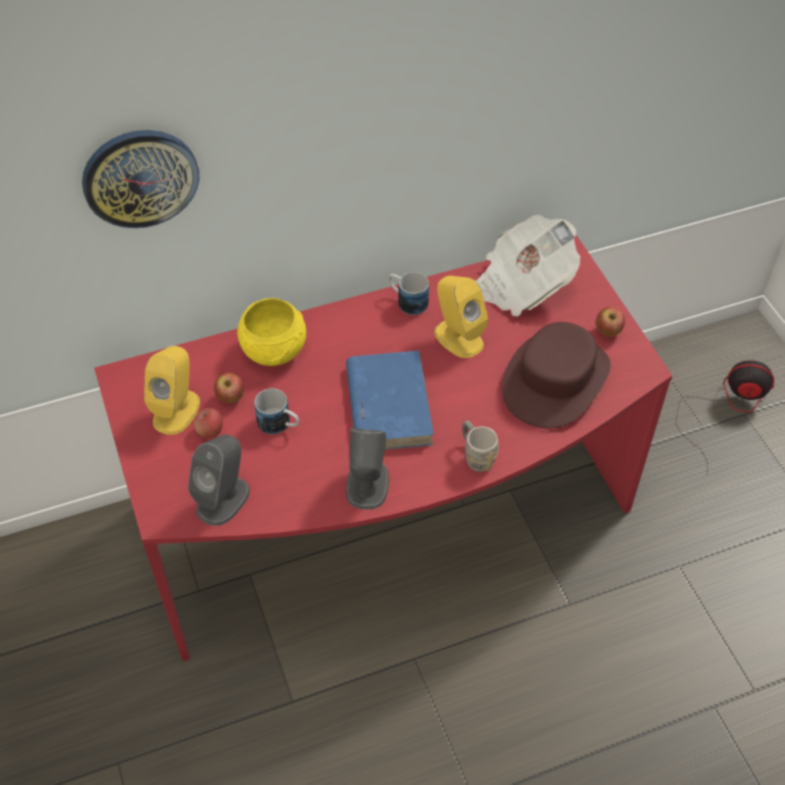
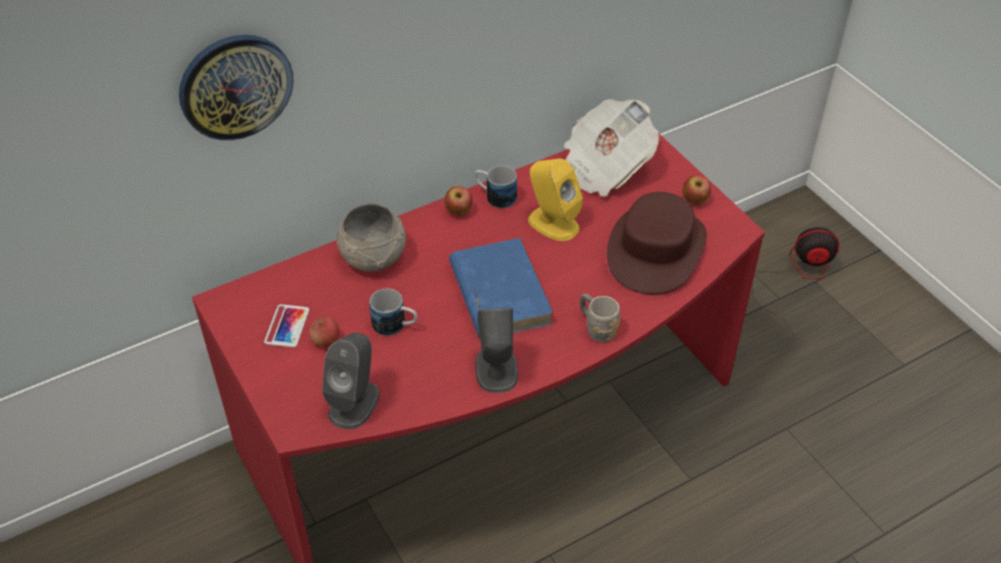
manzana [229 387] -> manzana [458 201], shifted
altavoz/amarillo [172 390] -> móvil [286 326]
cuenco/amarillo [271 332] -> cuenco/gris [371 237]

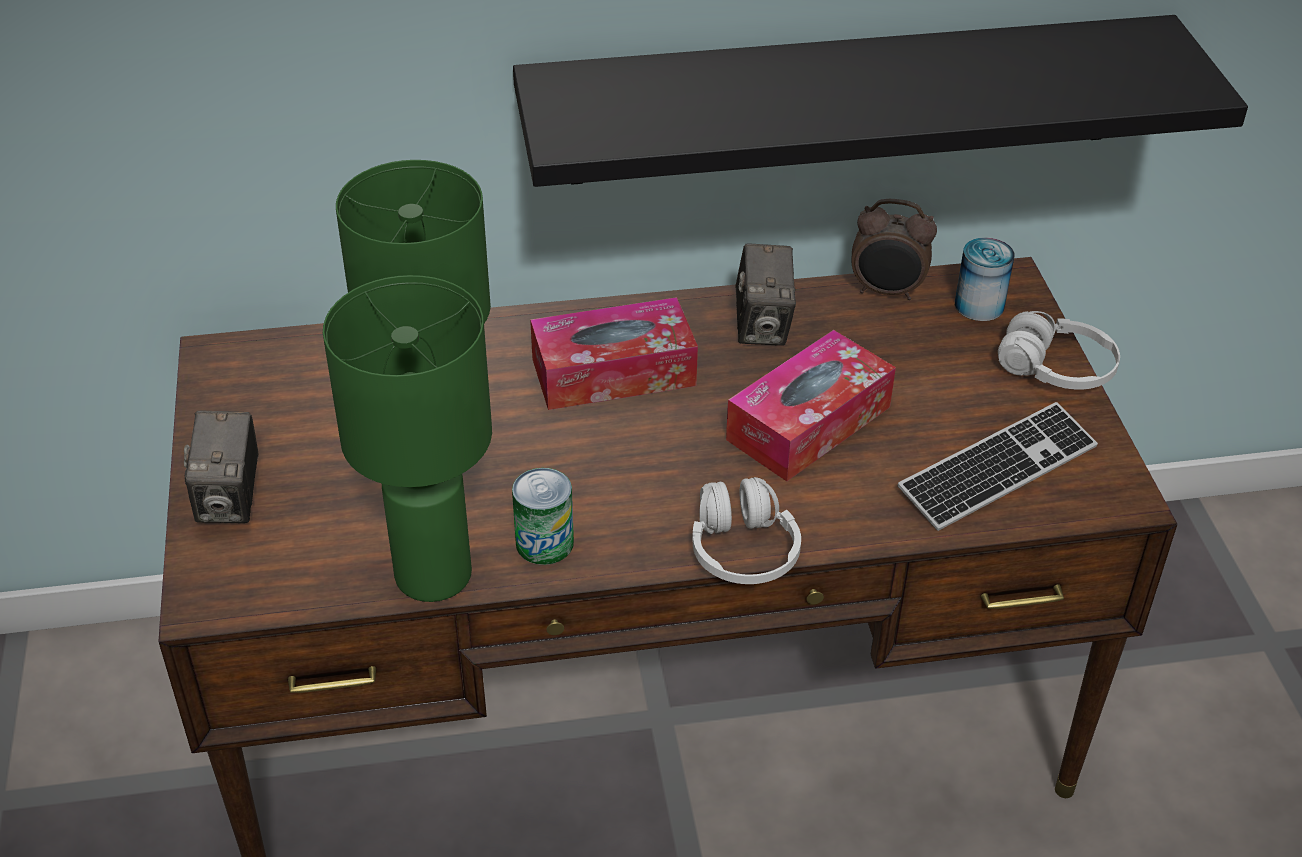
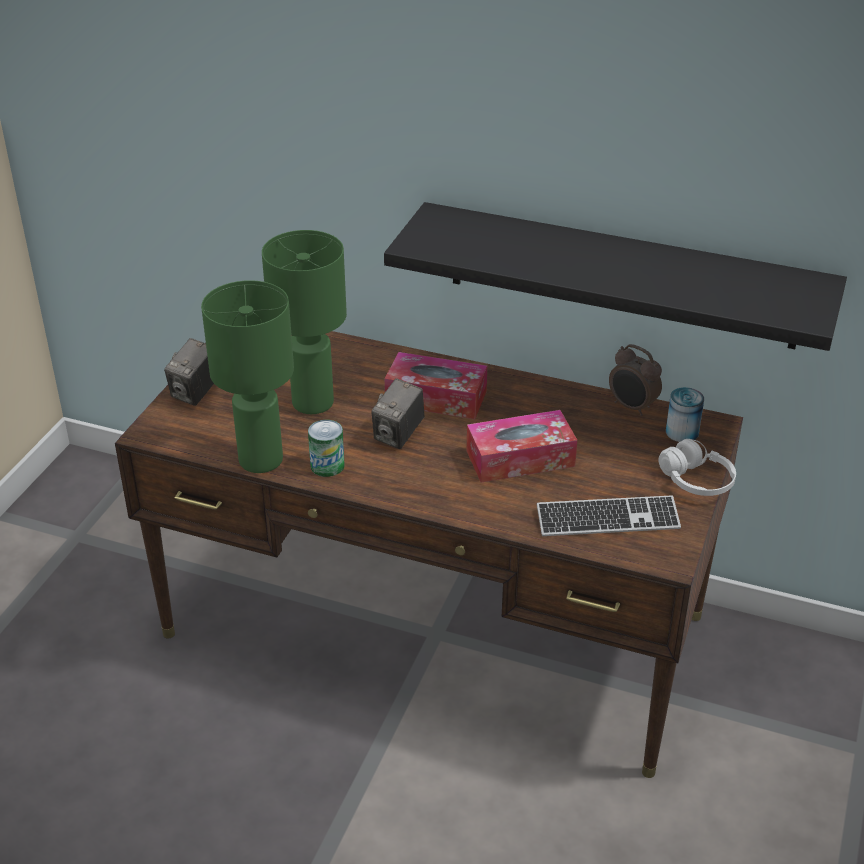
auriculares/blanco [746 530] -> none
cámara [765 295] -> cámara [398 413], shifted

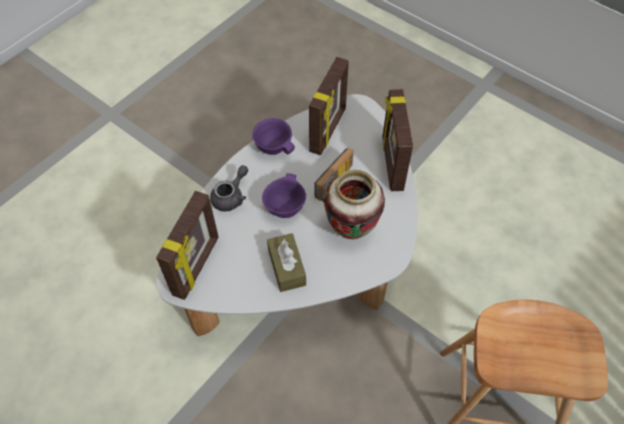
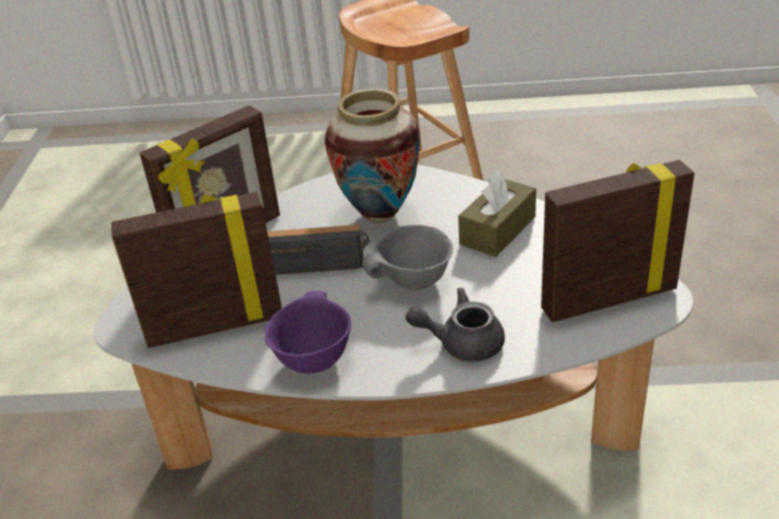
cuenco/morado [284 195] -> cuenco/gris [407 257]

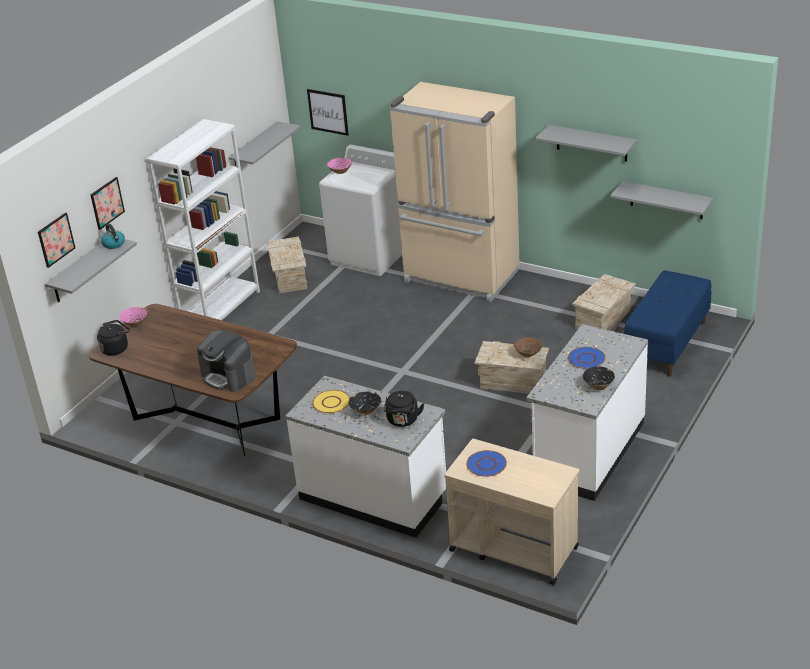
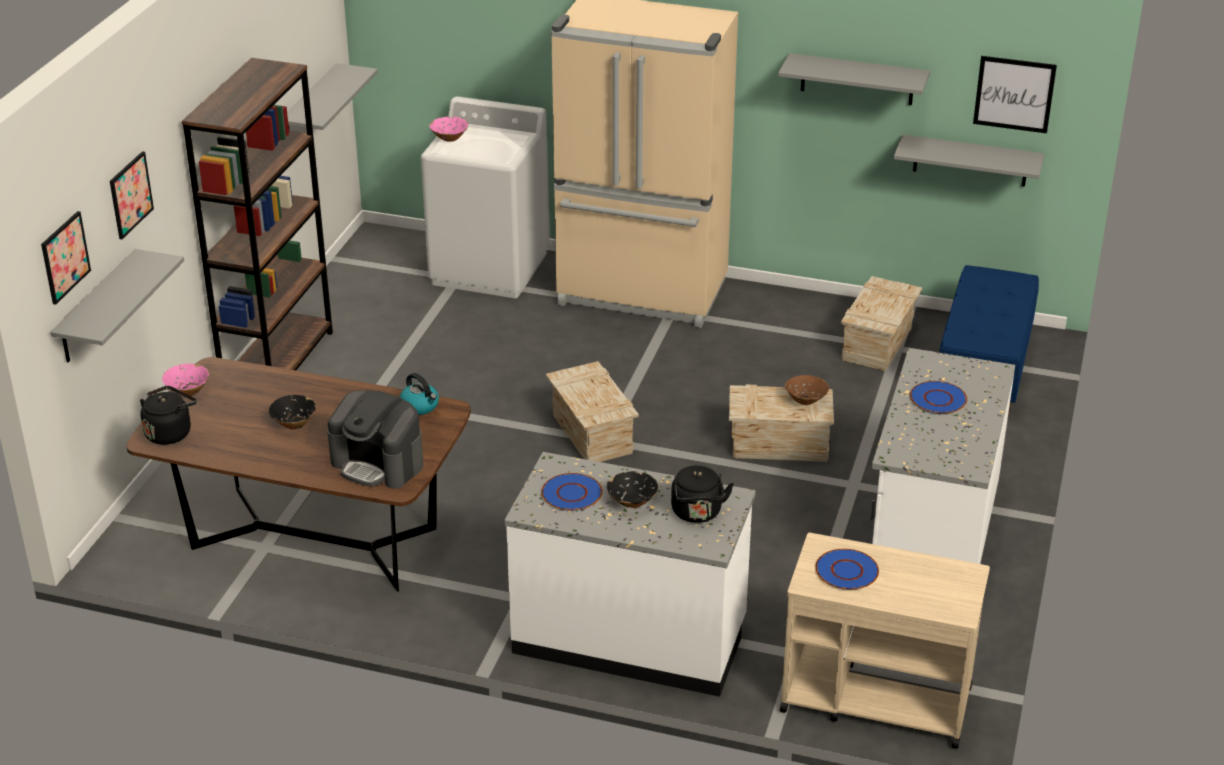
hervidor [113 236] -> hervidor [419 394], shifted
caja de embalaje [287 265] -> caja de embalaje [592 411], shifted
cuadro [328 112] -> cuadro [1015 94], shifted
cuenco/negro [599 378] -> cuenco/negro [292 412], shifted
estantería/blanco [203 219] -> estantería/marrón [257 214]
plato/amarillo [331 401] -> plato/azul [572 492]

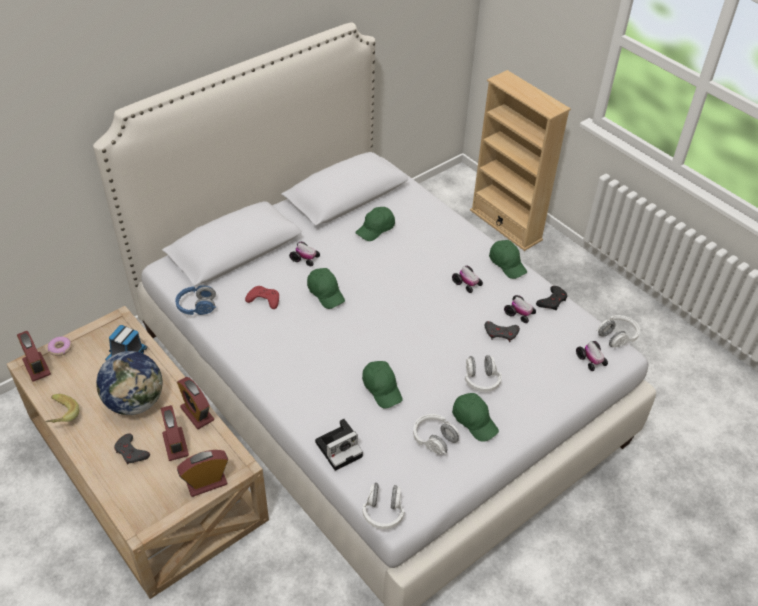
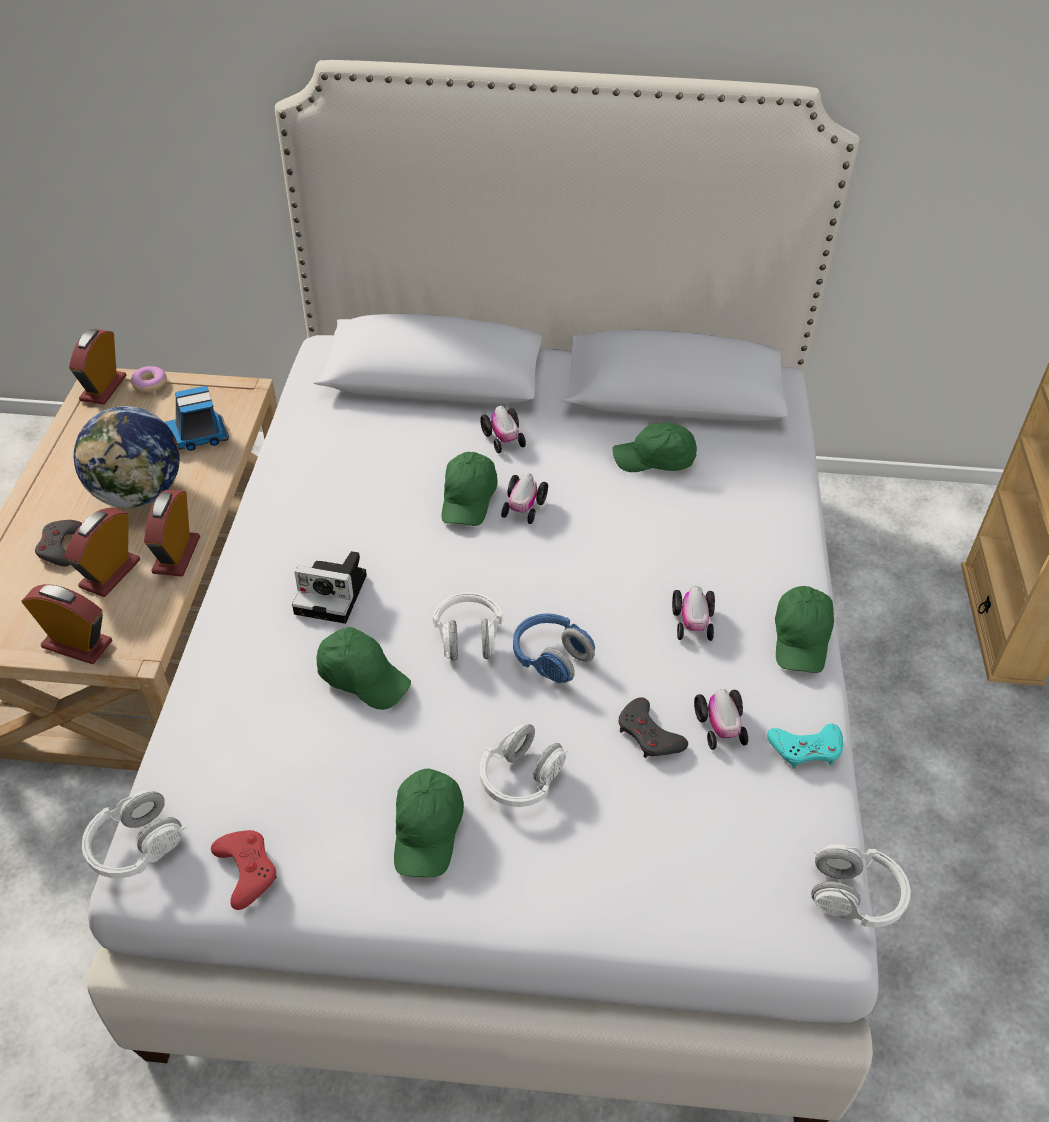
plátano [62 408] -> none
auriculares/azul [195 300] -> auriculares/azul [554 648], shifted
mando de consola/rojo [262 297] -> mando de consola/rojo [244 870], shifted
cámara [339 445] -> cámara [329 587], shifted
auriculares/blanco [436 434] -> auriculares/blanco [467 626], shifted
coche de juguete [592 356] -> coche de juguete [524 498], shifted
mando de consola/negro [551 298] -> mando de consola/turquesa [805 746]
gorra/verde [382 384] -> gorra/verde [363 668], 75 degrees counterclockwise

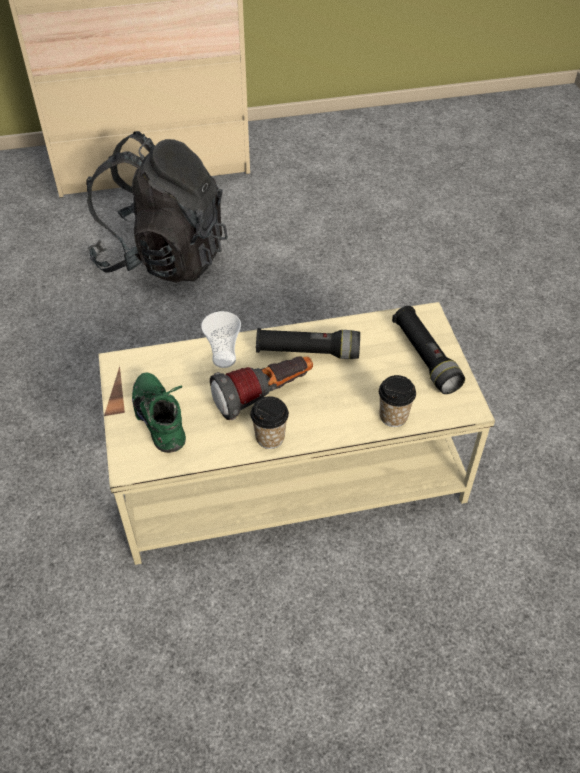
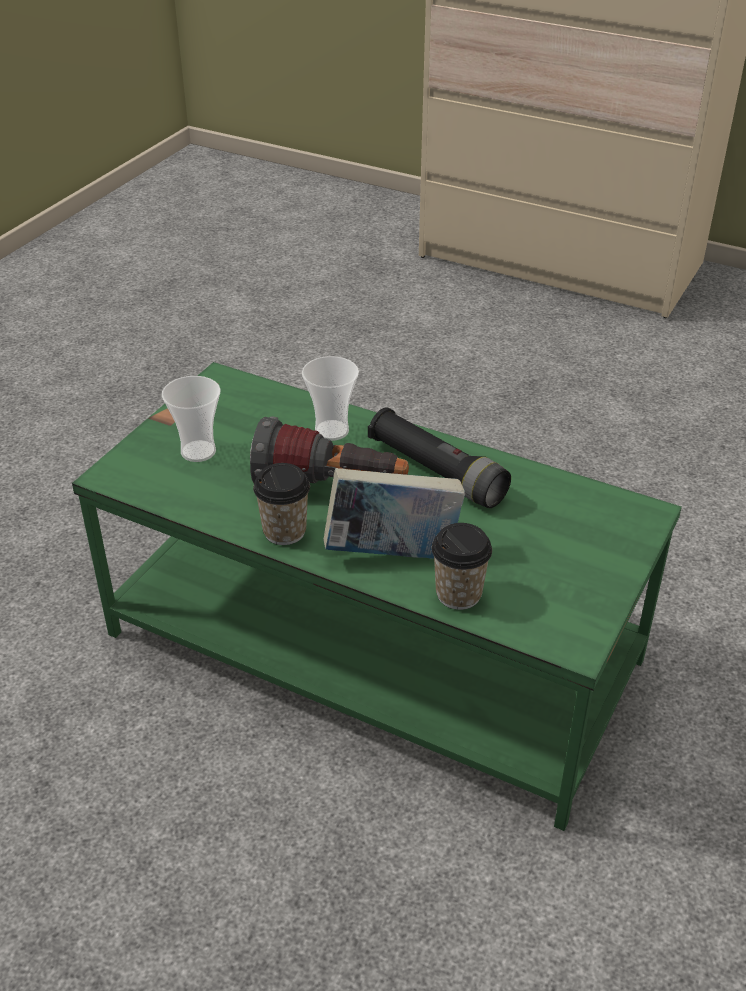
mochila/negro [157 207] -> none
linterna/negro [428 350] -> none
none -> libro [394 513]
zapato/verde [159 413] -> taza [191 419]
mesa de centro/beis [296 433] -> mesa de centro/verde [377 596]

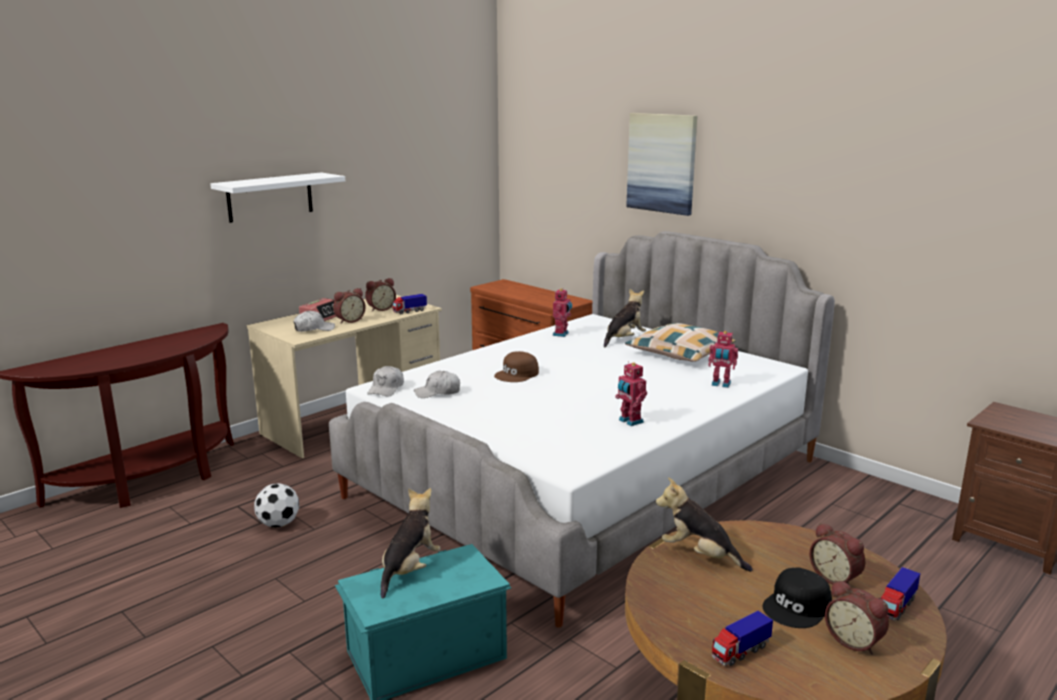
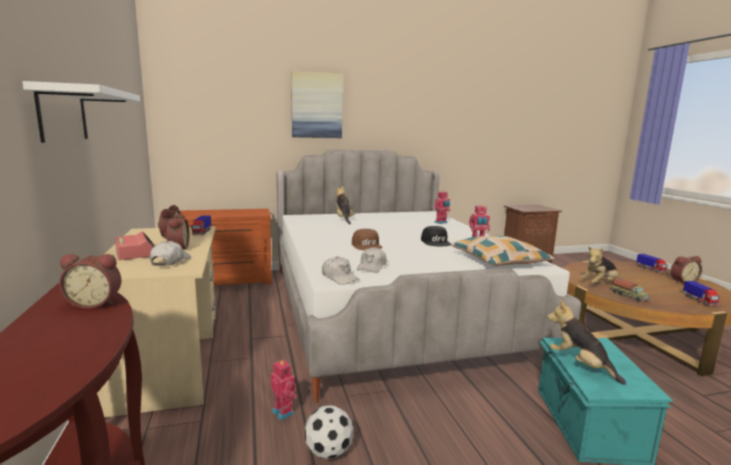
none -> camión de juguete [630 290]
robot de juguete [562 313] -> robot de juguete [284 389], shifted
cojín [680 342] -> cojín [502 250], shifted
gorra/negro [797 598] -> gorra/negro [436 236], shifted
despertador [837 553] -> despertador [90 281], shifted

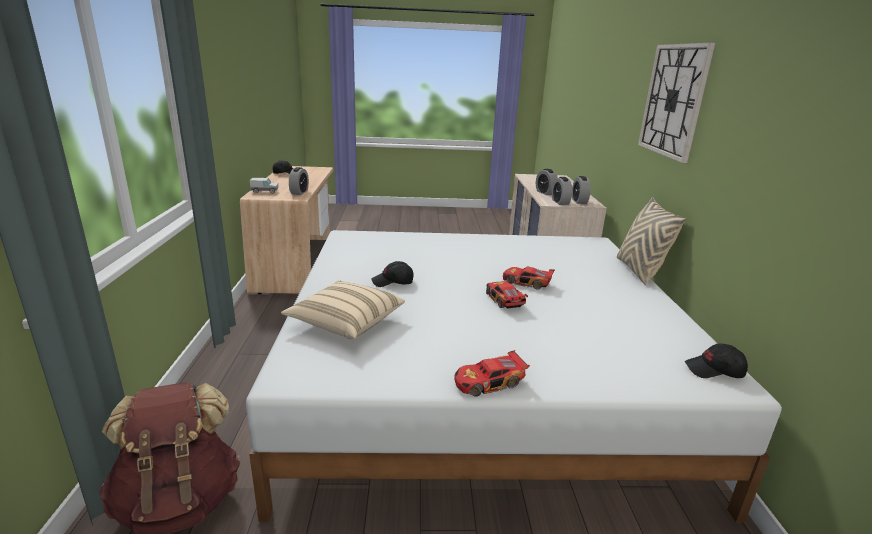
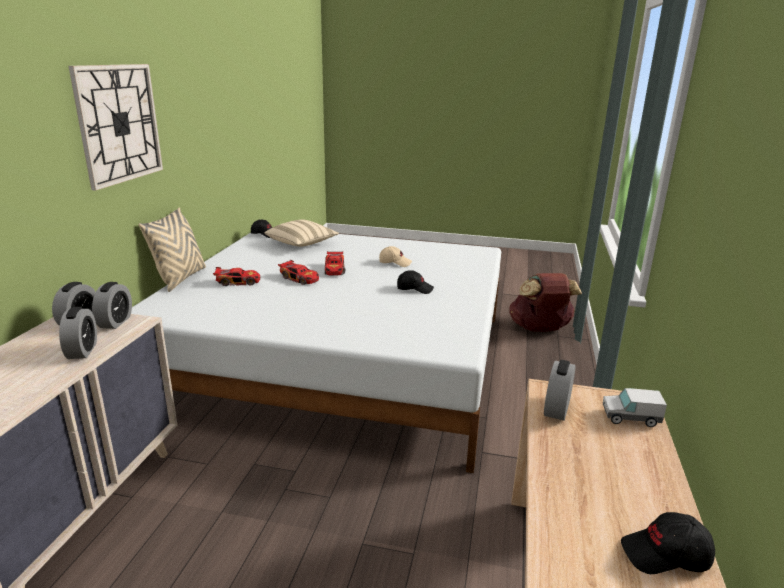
none -> gorra/beis [395 256]
cojín/beis [343 310] -> cojín/beis [302 233], shifted
coche de juguete [492 373] -> coche de juguete [236 276], shifted

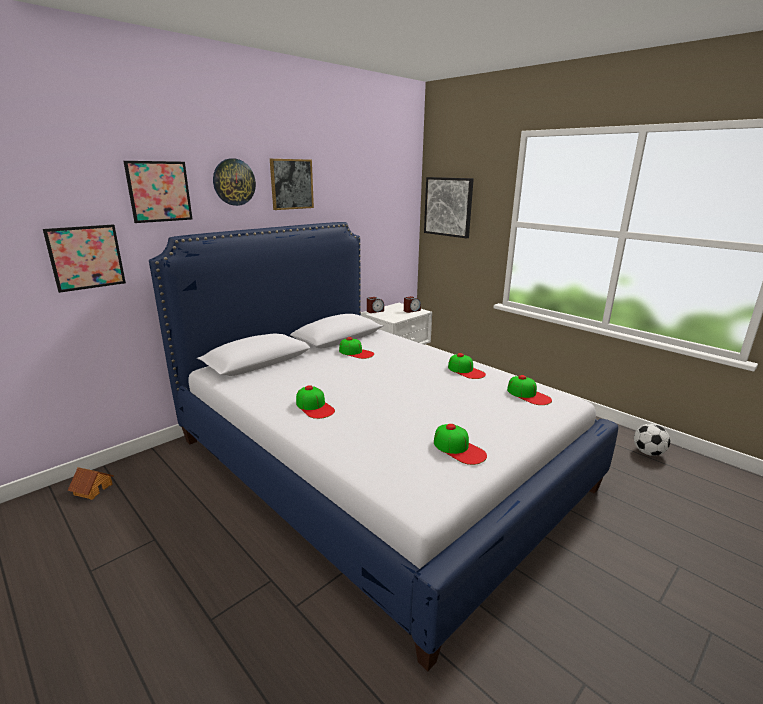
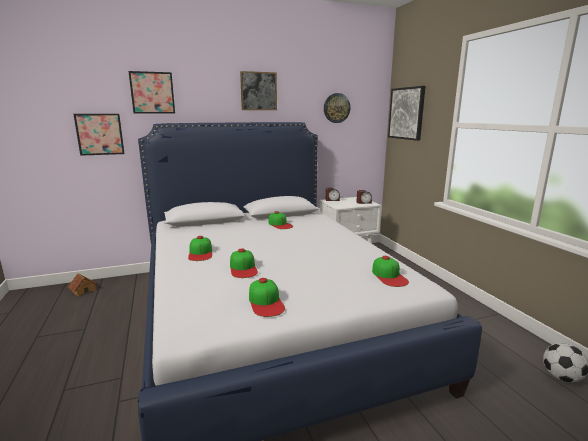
reloj de pared [234 182] -> reloj de pared [337 108], shifted
gorra [467 366] -> gorra [244 263], shifted

